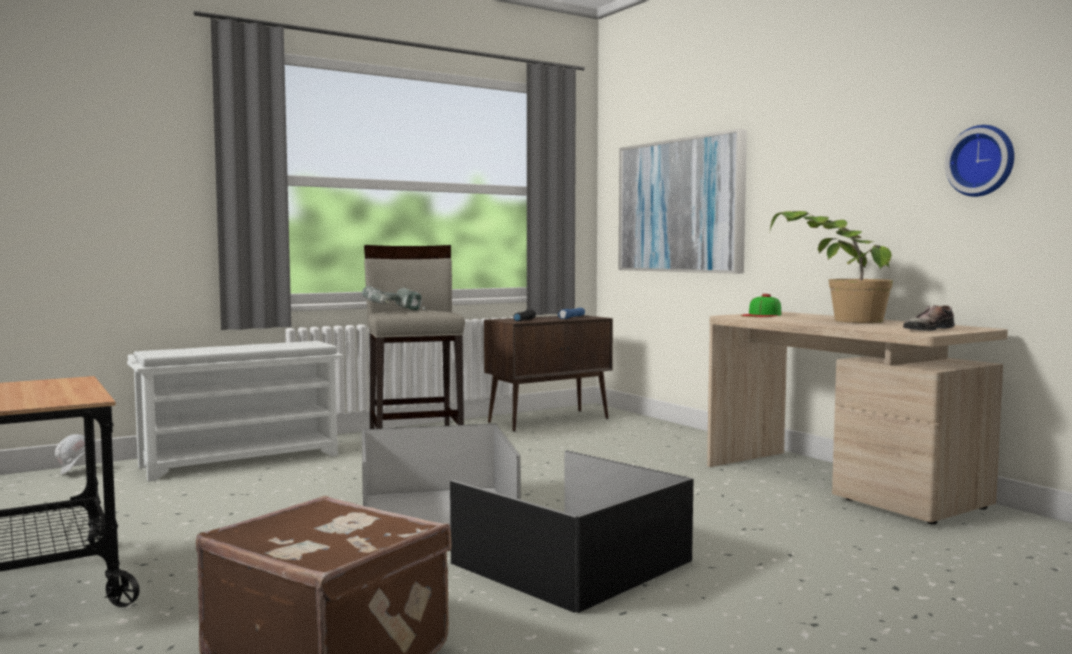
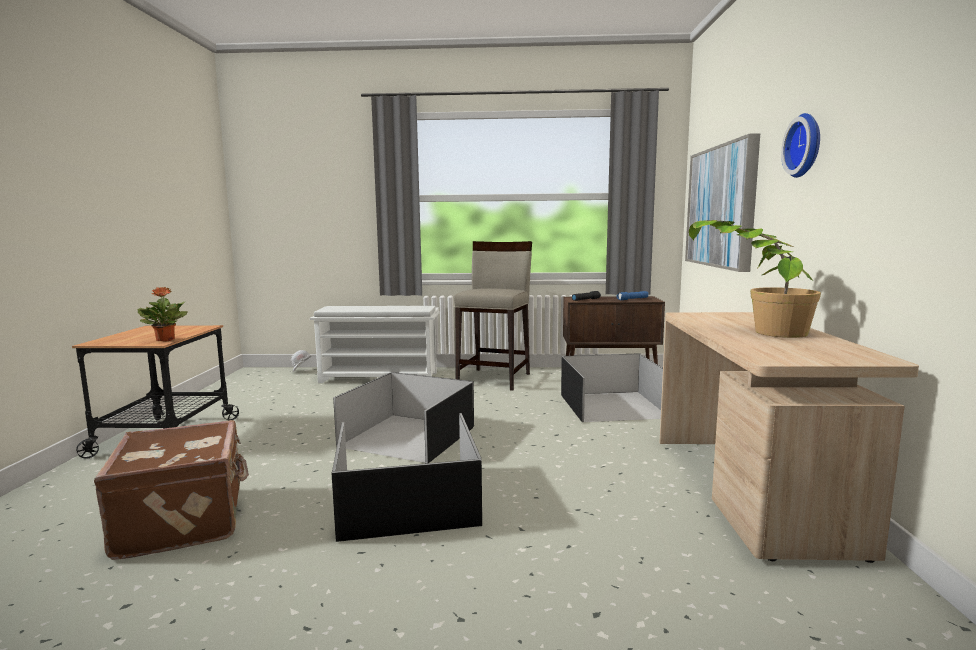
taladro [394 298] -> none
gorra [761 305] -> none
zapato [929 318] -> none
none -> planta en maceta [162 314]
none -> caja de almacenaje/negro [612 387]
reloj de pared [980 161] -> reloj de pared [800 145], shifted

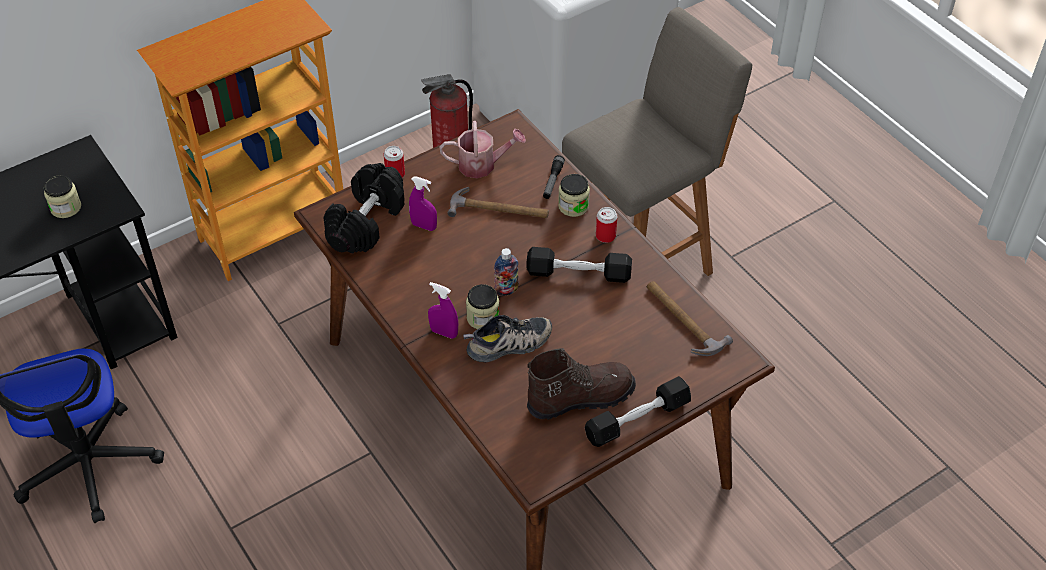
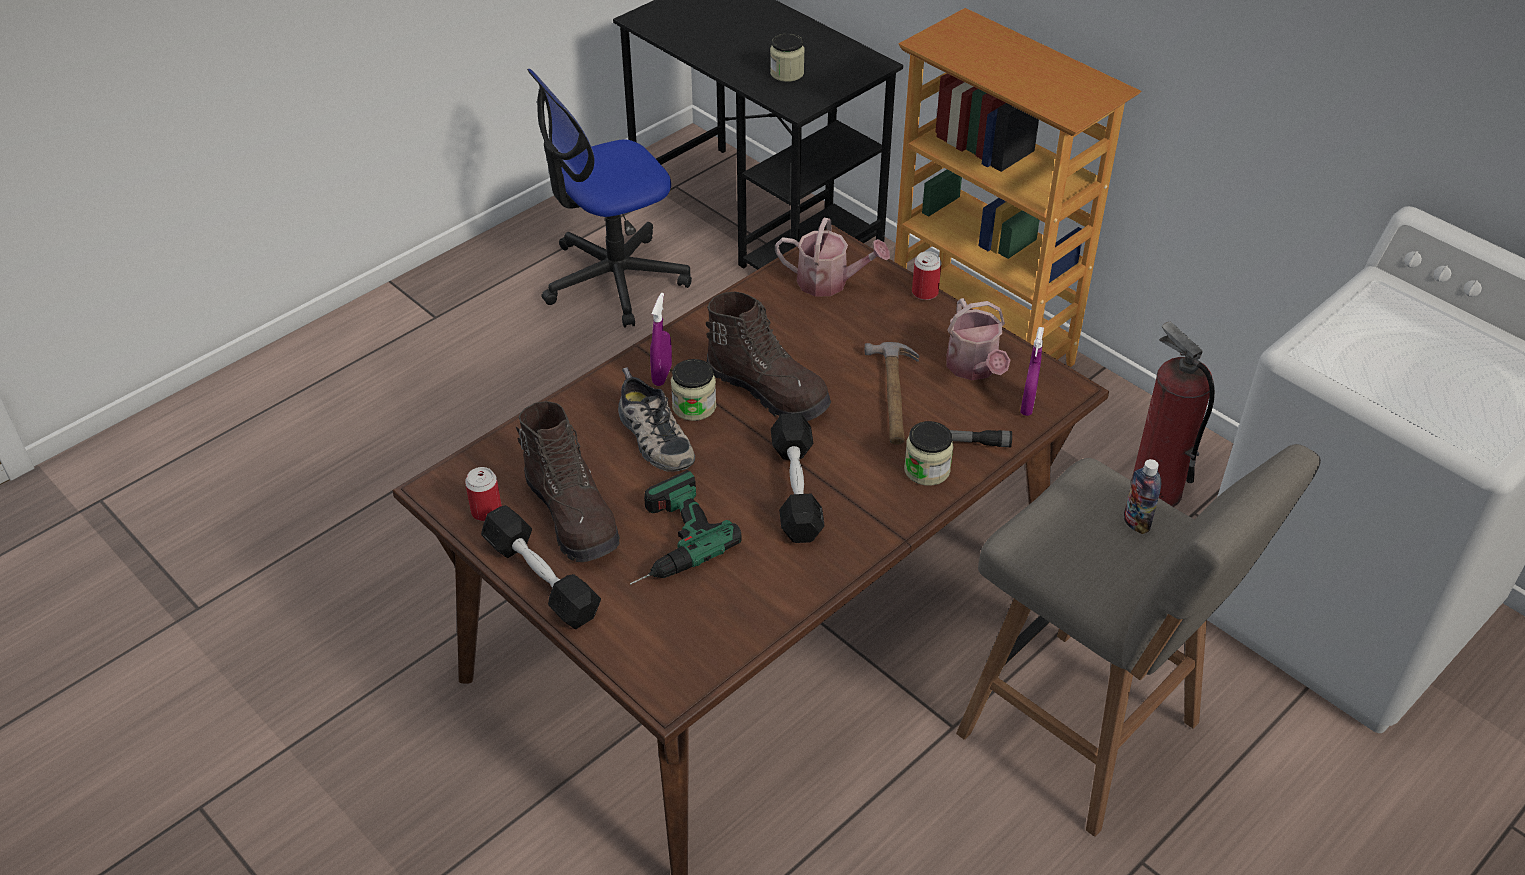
martillo [690 318] -> none
none -> taladro [686 527]
none -> bota/marrón [768 356]
pulverizador/morado [423 203] -> pulverizador/morado [1032 371], shifted
botella [506 272] -> botella [1142 496], shifted
lata [606 225] -> lata [483 494], shifted
mancuerna/negro [364 208] -> regadera [832 257]

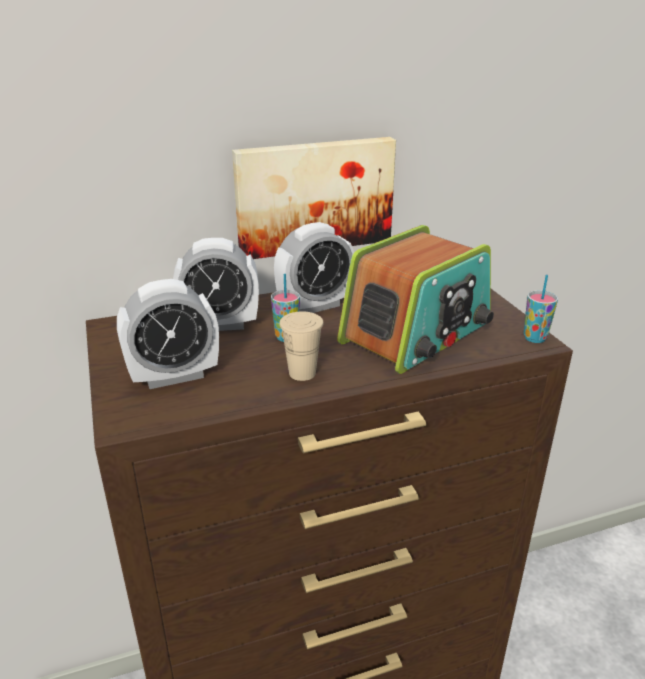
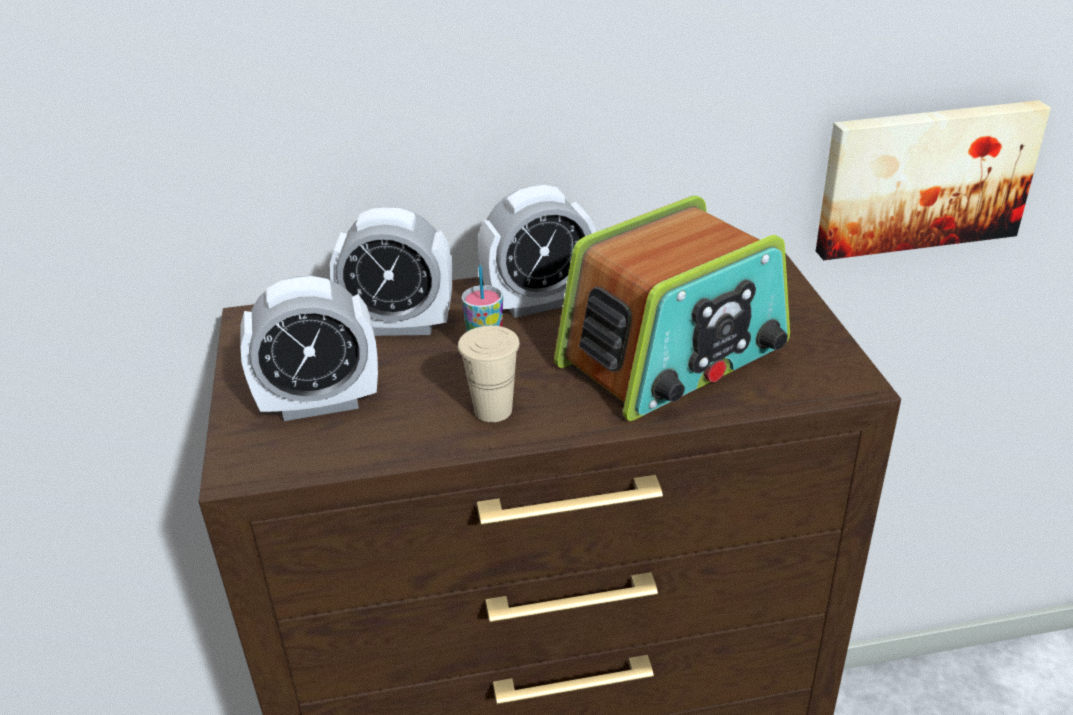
taza [541 309] -> none
cuadro [314 198] -> cuadro [933 180], shifted

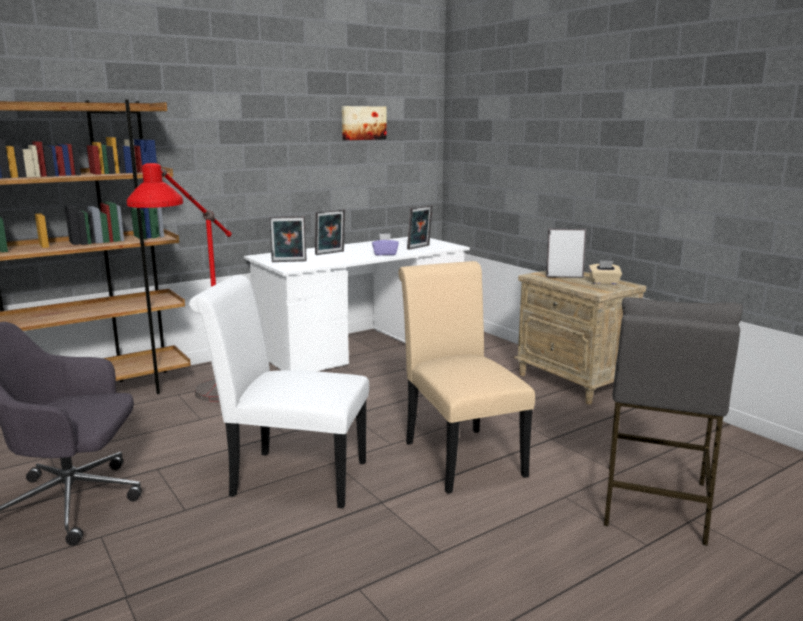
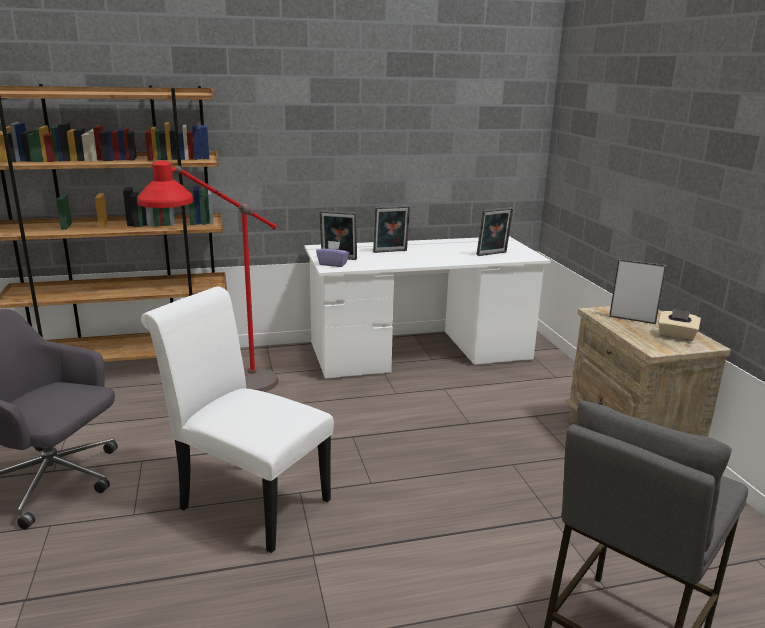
cuadro [364 123] -> none
silla/beis [466 377] -> none
caja de pañuelos/morado [385 244] -> caja de pañuelos/morado [333 254], shifted

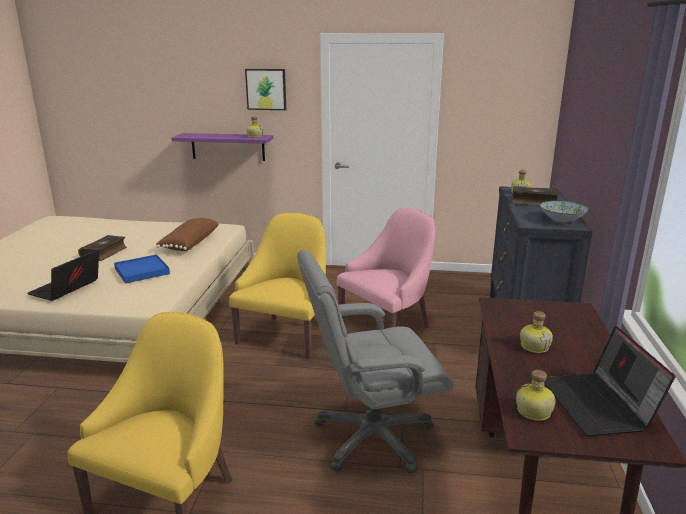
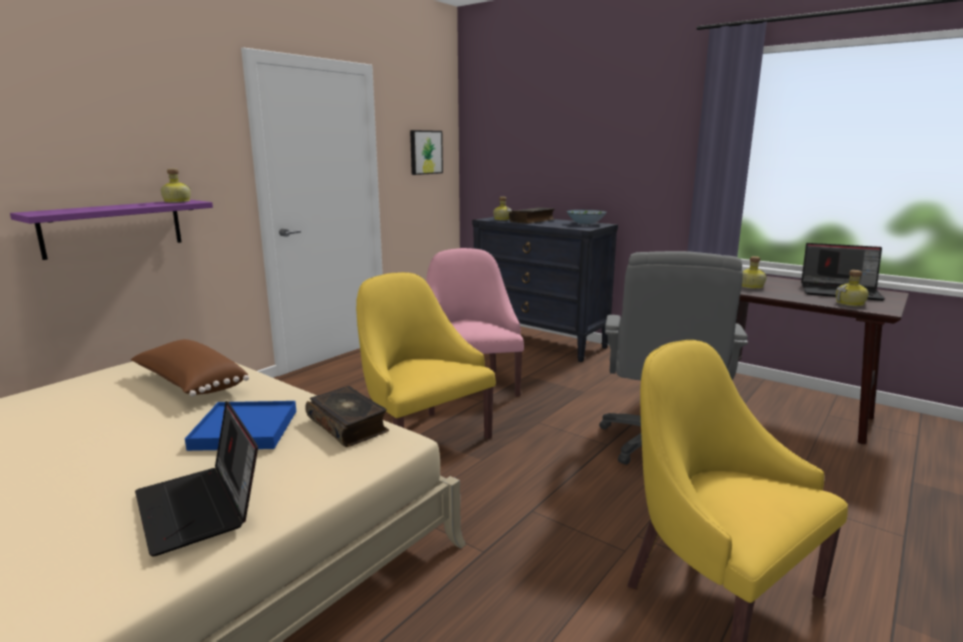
libro [102 248] -> libro [347 416], shifted
cuadro [265 89] -> cuadro [426 152], shifted

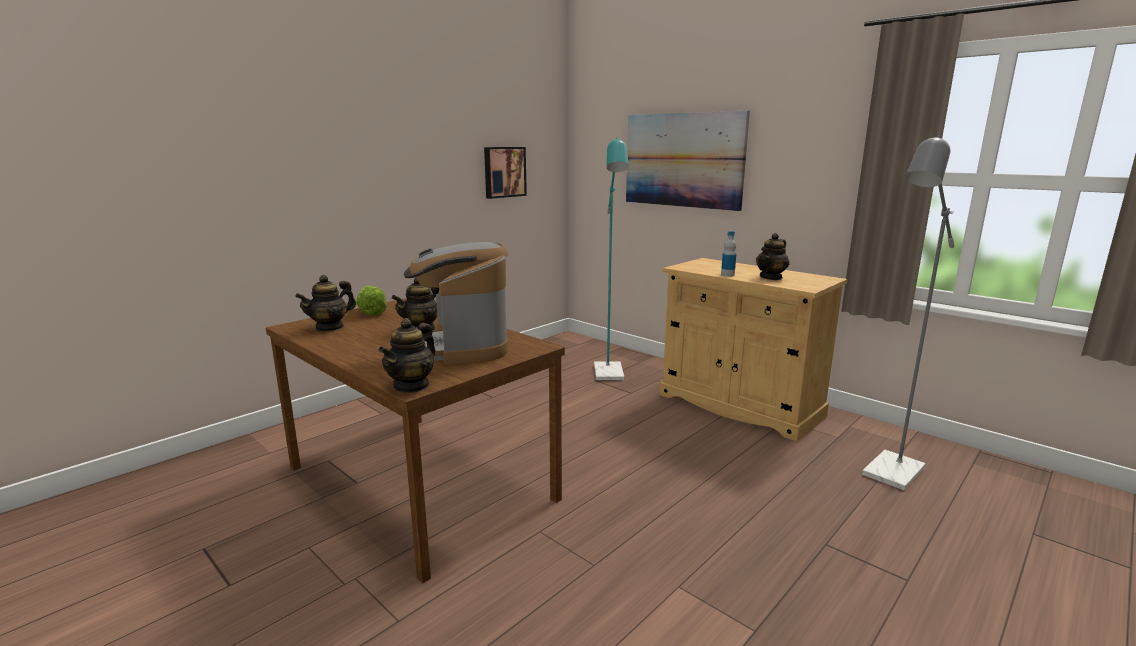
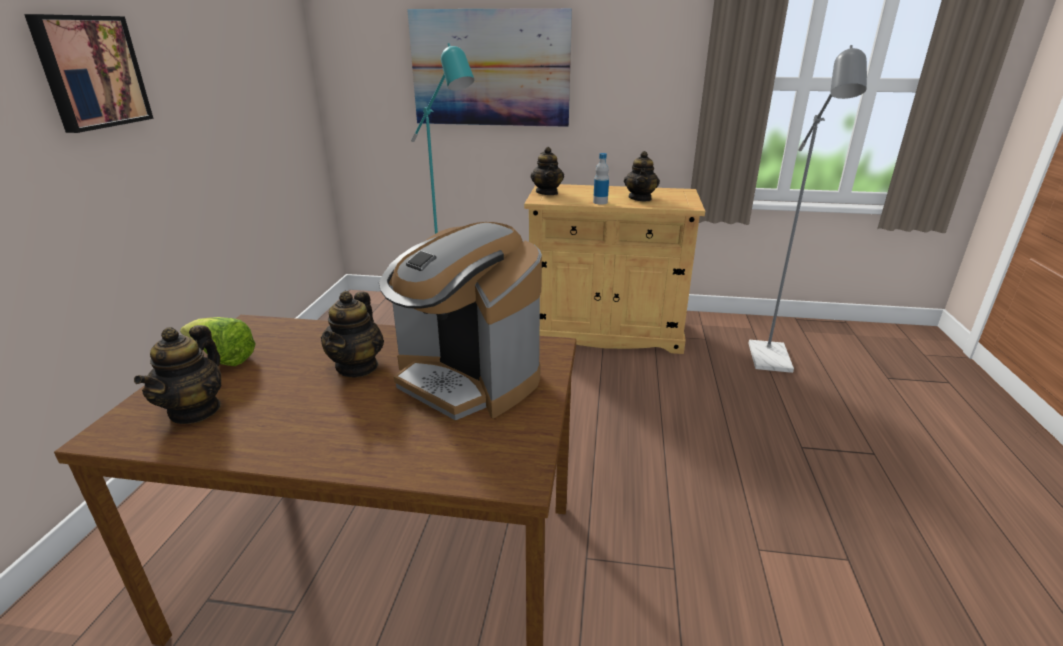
tetera [406 355] -> tetera [547 171], shifted
cuadro [505 173] -> cuadro [89 73], shifted

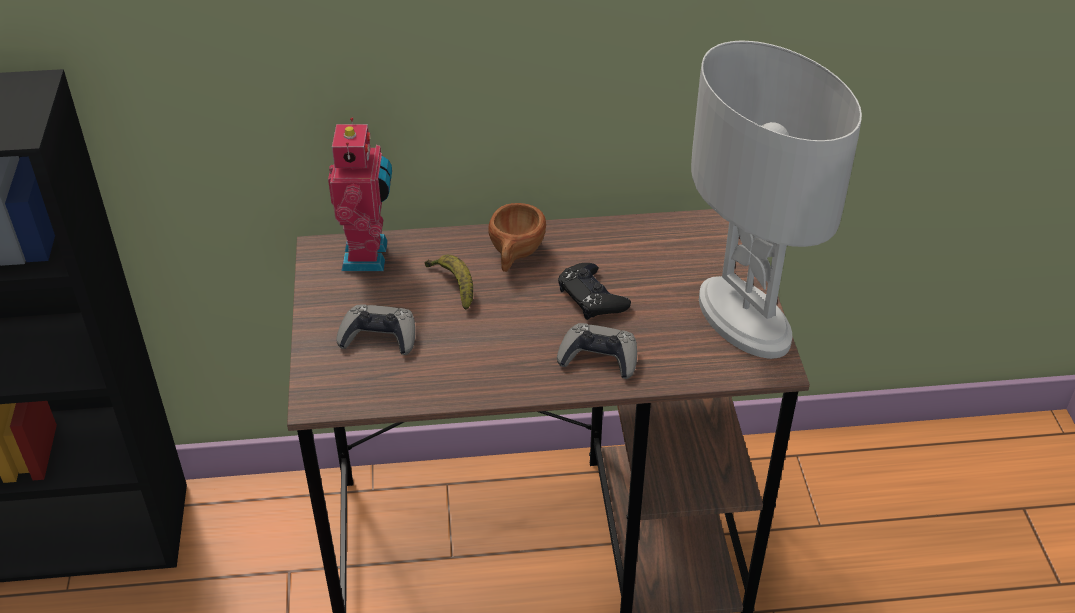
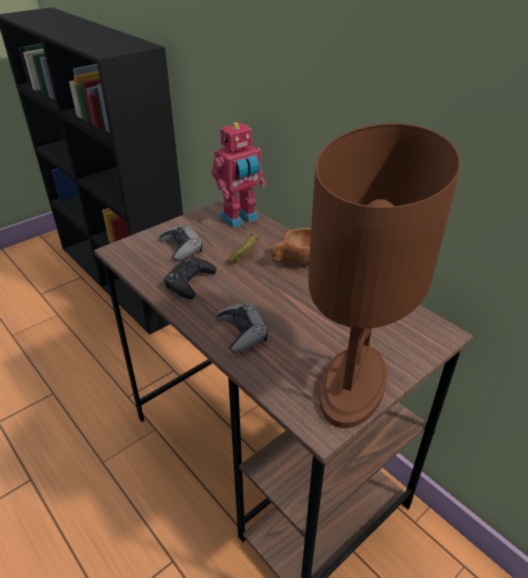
mando de consola/negro [594 291] -> mando de consola/negro [190 278], shifted
lámpara de mesa/blanco [776 200] -> lámpara de mesa/marrón [384 275]

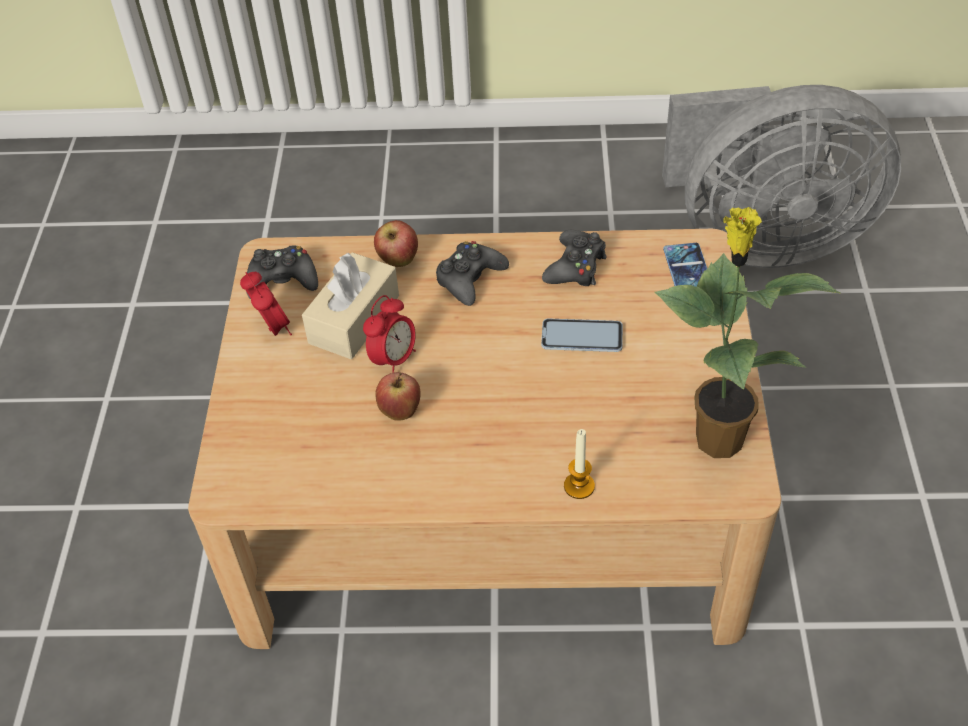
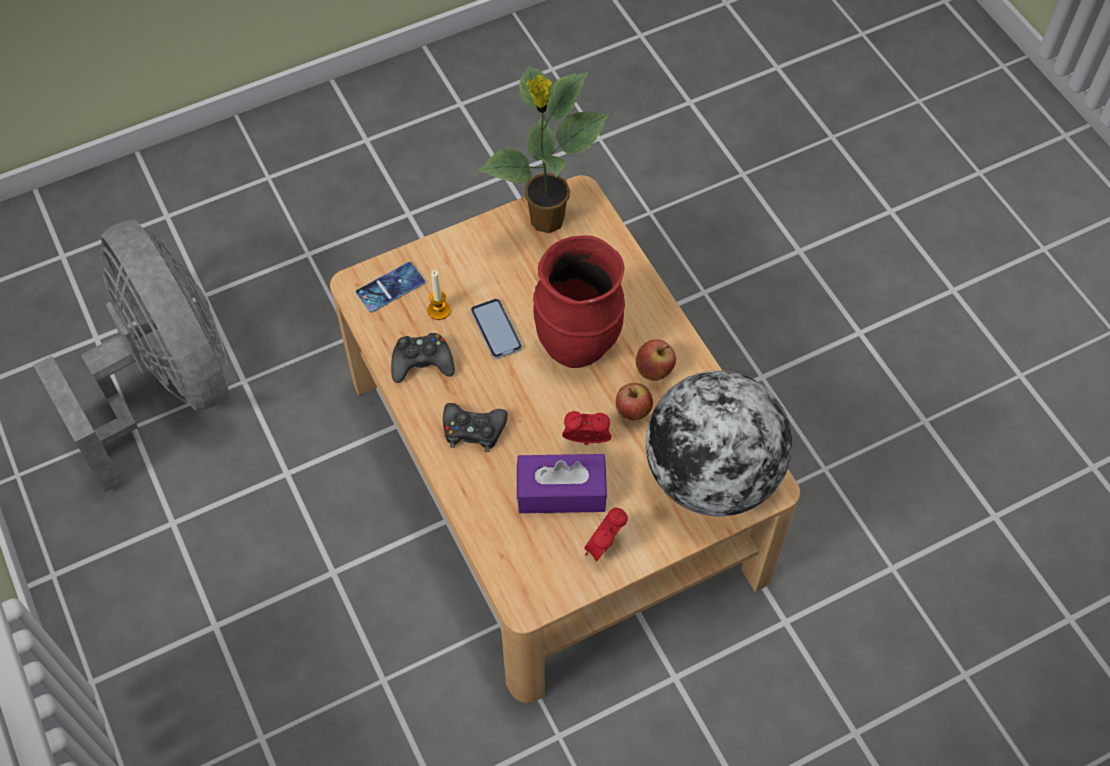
mando de consola/negro [282 272] -> none
none -> florero/rojo [579 301]
none -> globo terráqueo [719 443]
manzana [396 243] -> manzana [656 360], shifted
vela [579 464] -> vela [439 295], shifted
caja de pañuelos/beis [350 306] -> caja de pañuelos/morado [562 483]

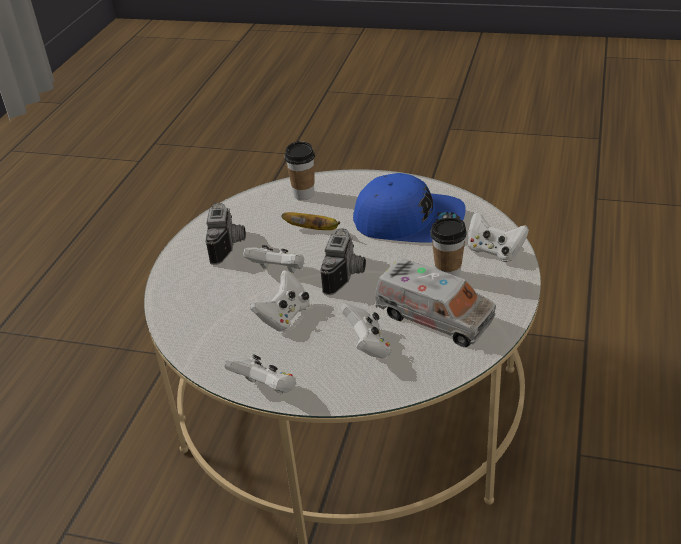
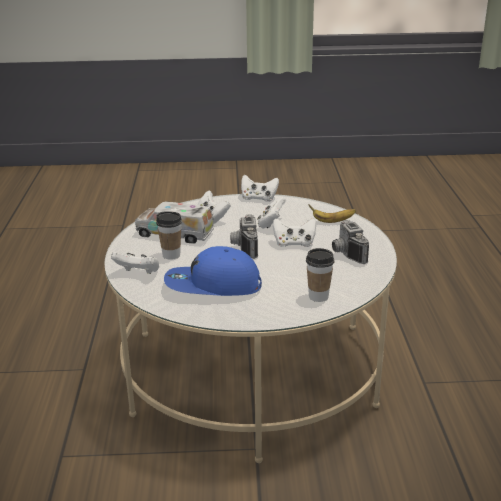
plátano [310 221] -> plátano [332 213], shifted

